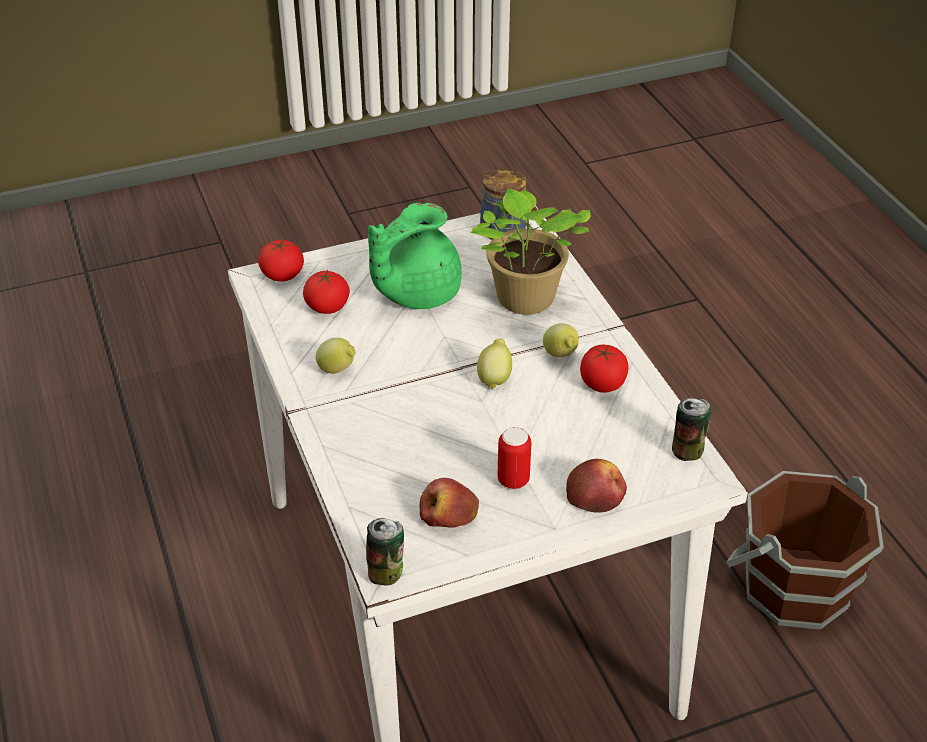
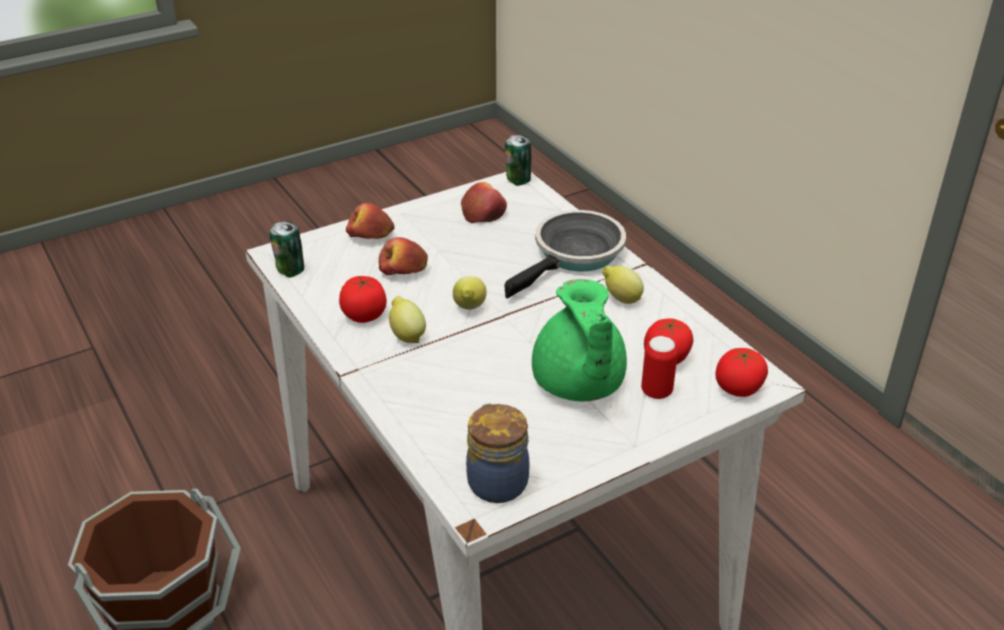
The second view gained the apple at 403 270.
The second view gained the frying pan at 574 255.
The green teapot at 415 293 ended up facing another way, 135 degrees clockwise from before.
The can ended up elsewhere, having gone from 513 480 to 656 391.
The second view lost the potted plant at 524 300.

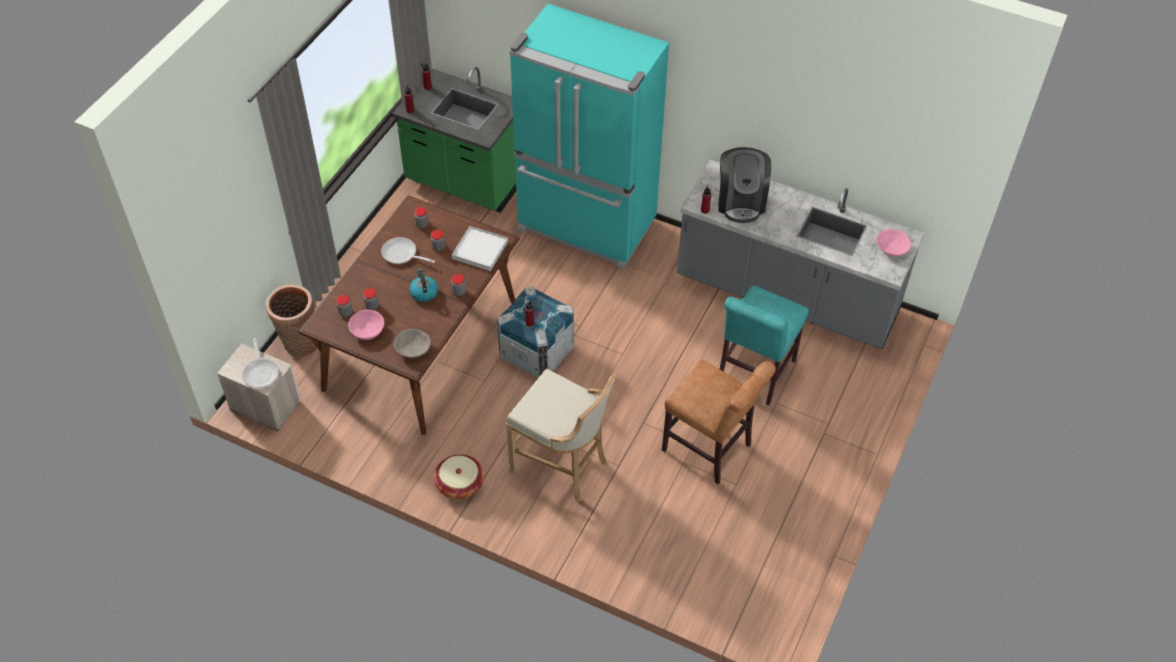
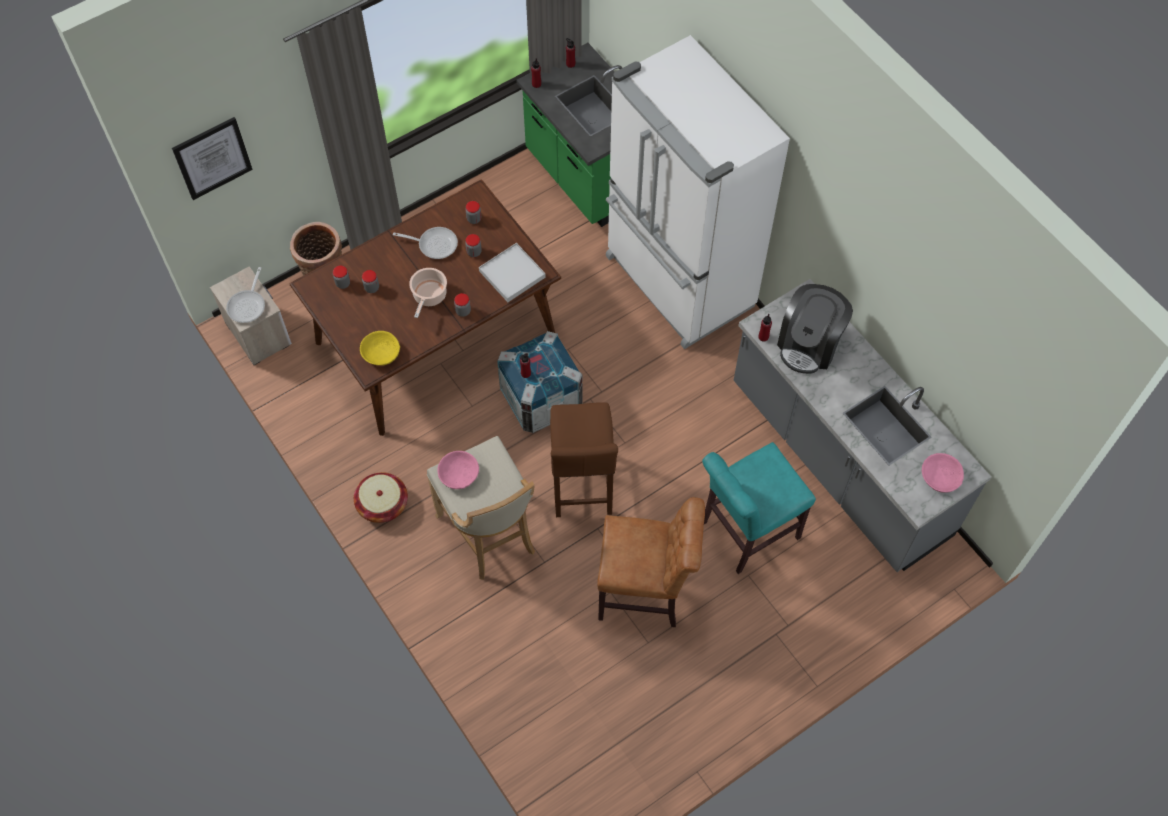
The second view gained the picture at 212 158.
What was the grey bowl at 413 349 turned into the yellow bowl at 381 353.
The frying pan at 402 254 ended up facing another way, 135 degrees clockwise from before.
Where the kettle stood at 424 292, the cooking pot came to stand at 429 296.
The pink bowl ended up elsewhere, having gone from 367 330 to 459 474.
The second view gained the brown stool at 582 488.
The brown chair at 710 450 ended up facing another way, 60 degrees counterclockwise from before.
What was the turquoise fridge at 586 227 turned into the white fridge at 678 283.

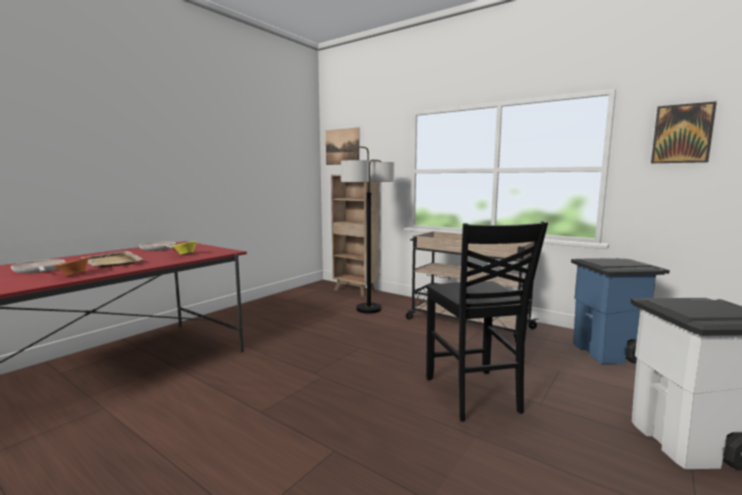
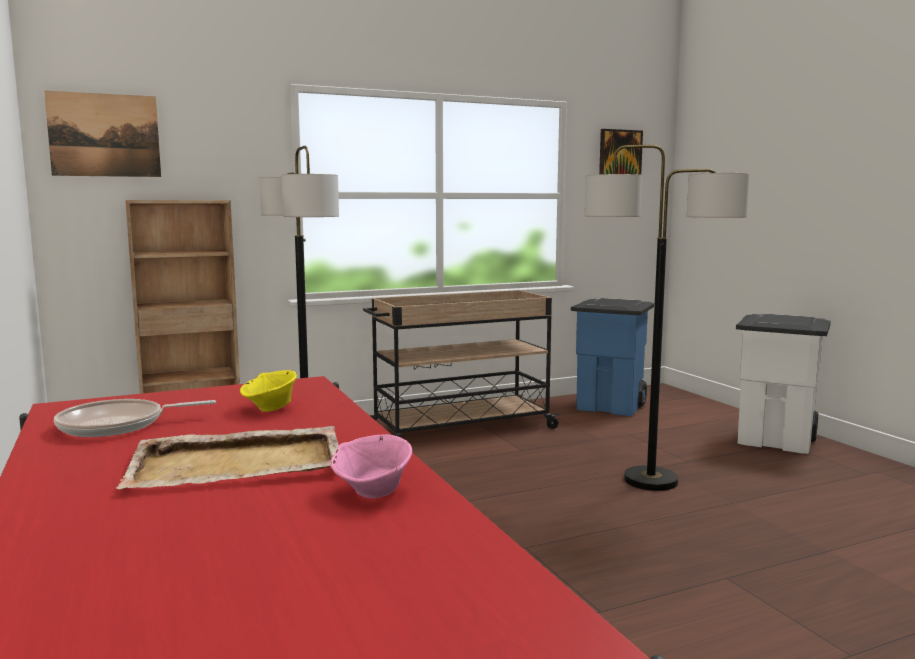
What was the orange bowl at 73 275 turned into the pink bowl at 373 493.
Where the black chair stood at 473 395, the floor lamp came to stand at 651 480.
The second view lost the frying pan at 39 270.

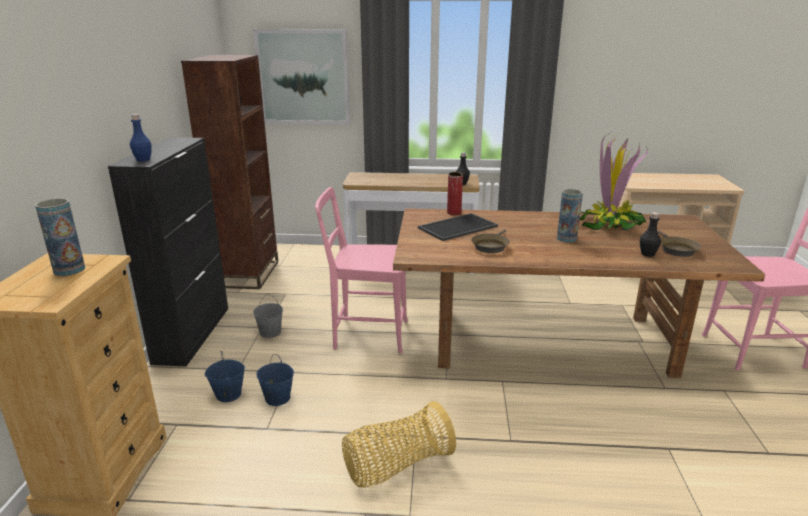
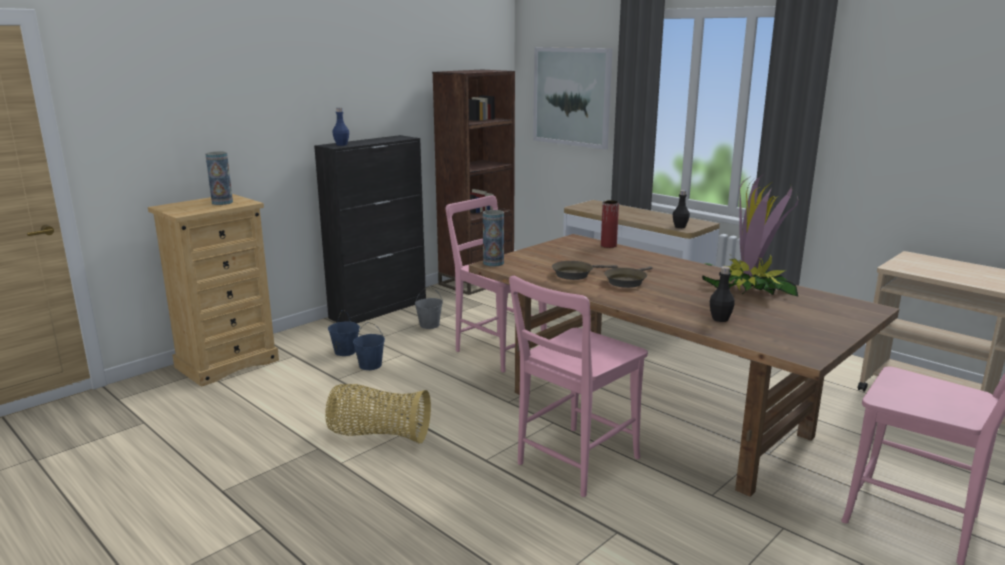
The vase ended up elsewhere, having gone from 566 238 to 493 263.
The second view gained the pink chair at 573 463.
The brown frying pan ended up elsewhere, having gone from 676 249 to 627 281.
The second view lost the tray at 458 228.

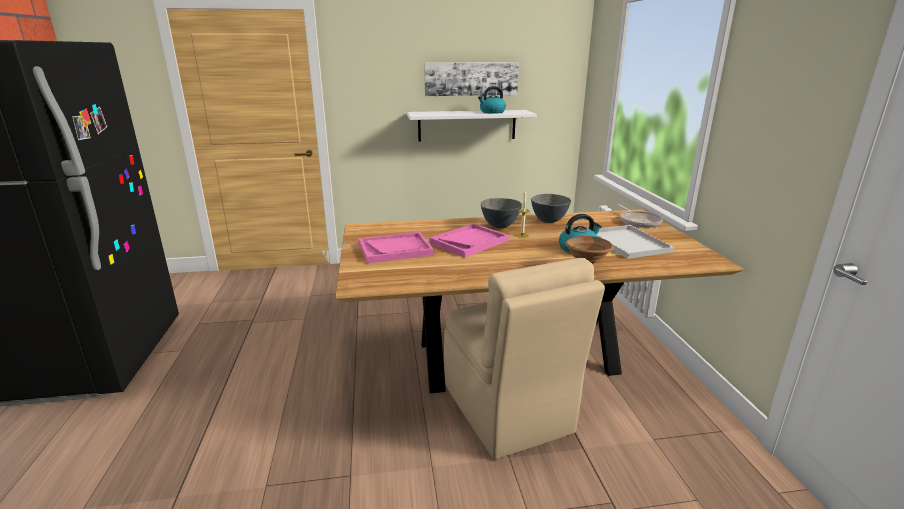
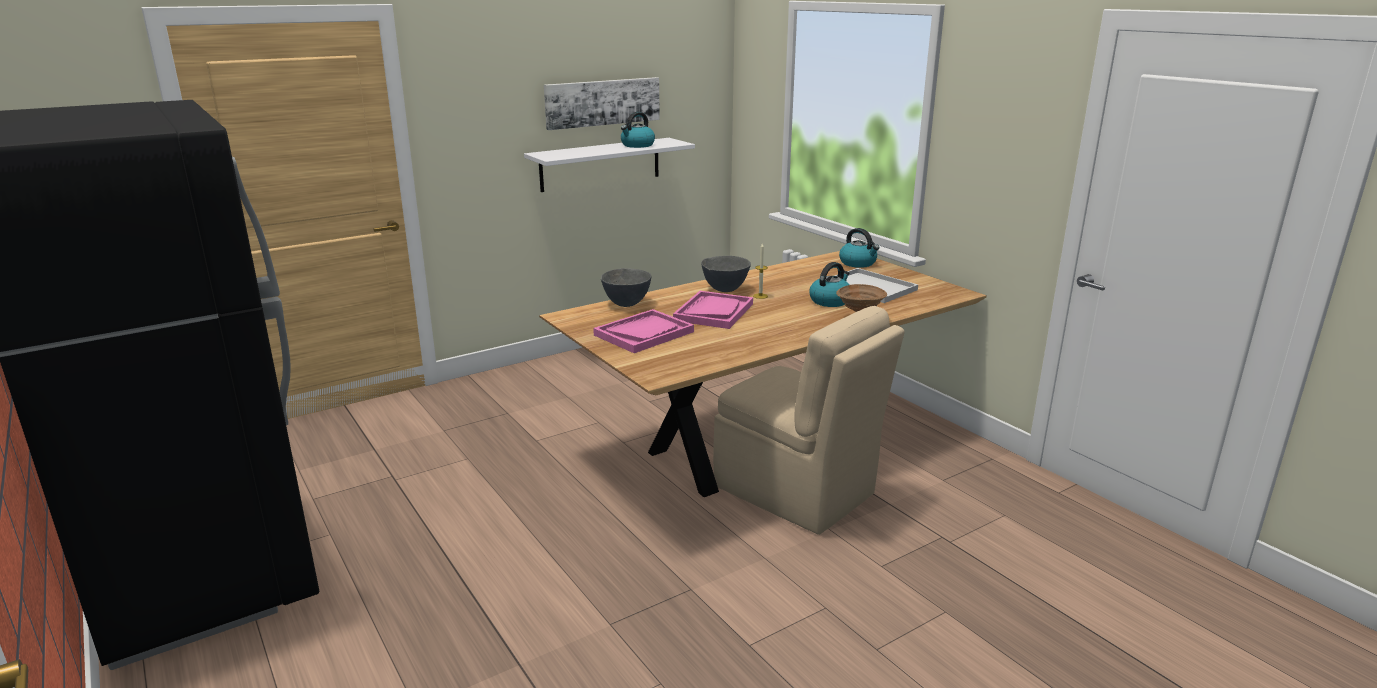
The grey bowl ended up elsewhere, having gone from 548 221 to 626 304.
Where the frying pan stood at 638 221, the kettle came to stand at 858 263.

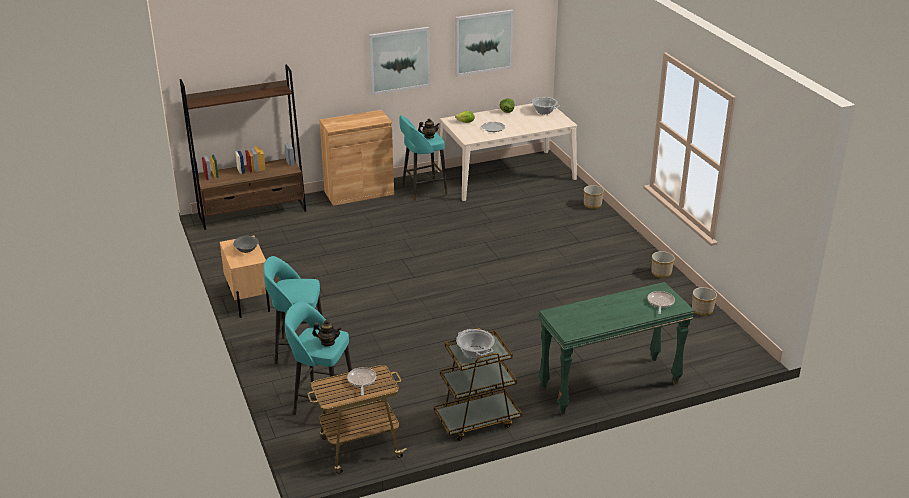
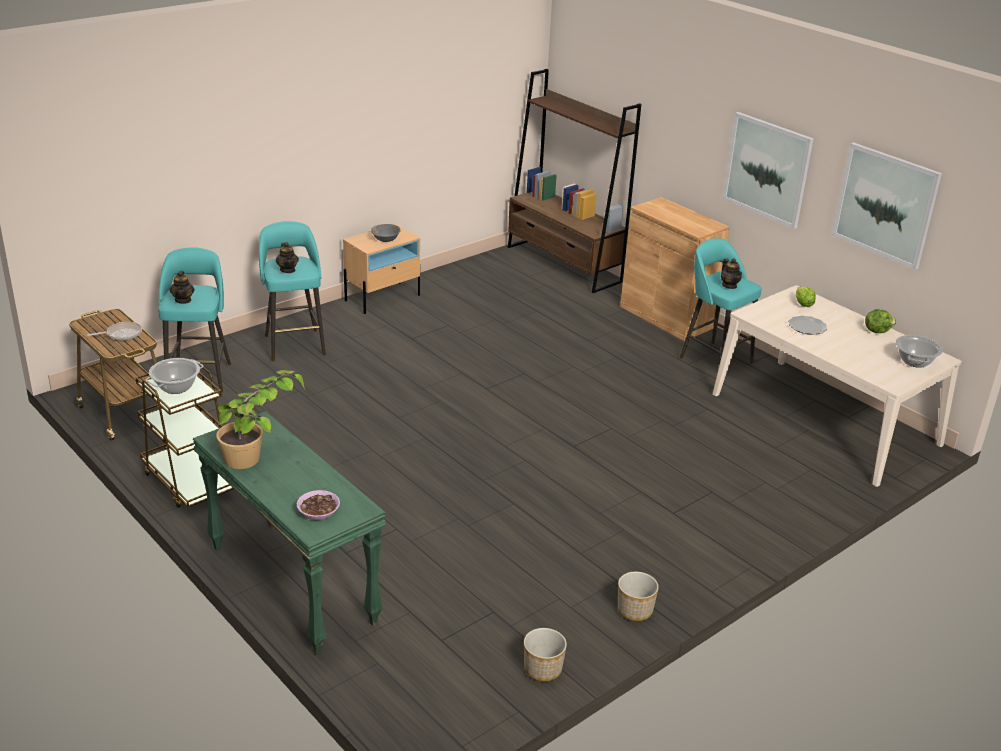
The second view gained the potted plant at 260 455.
The second view gained the teapot at 288 270.
Where the frying pan stood at 660 303, the bowl came to stand at 318 511.
The second view lost the planter at 592 205.

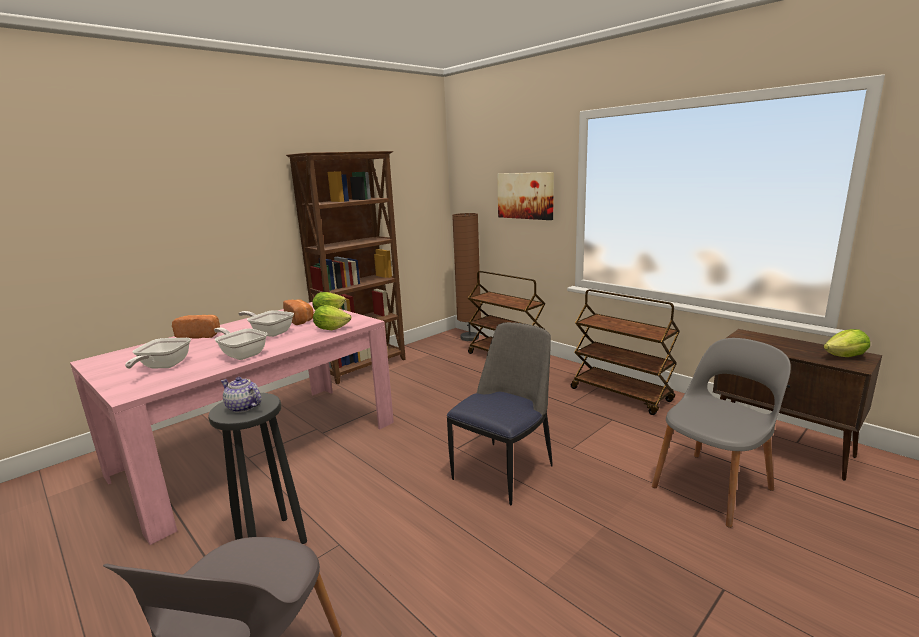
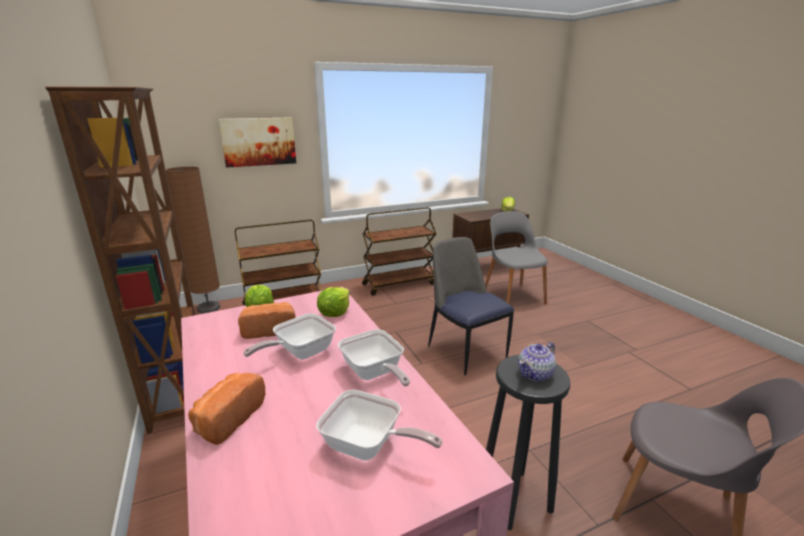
The frying pan at 242 354 ended up facing another way, 90 degrees counterclockwise from before.

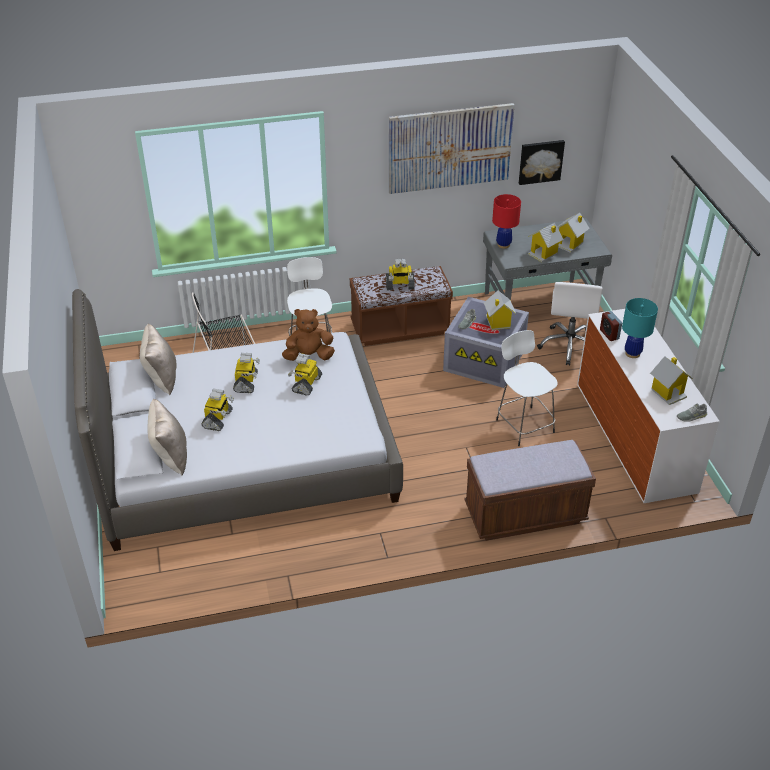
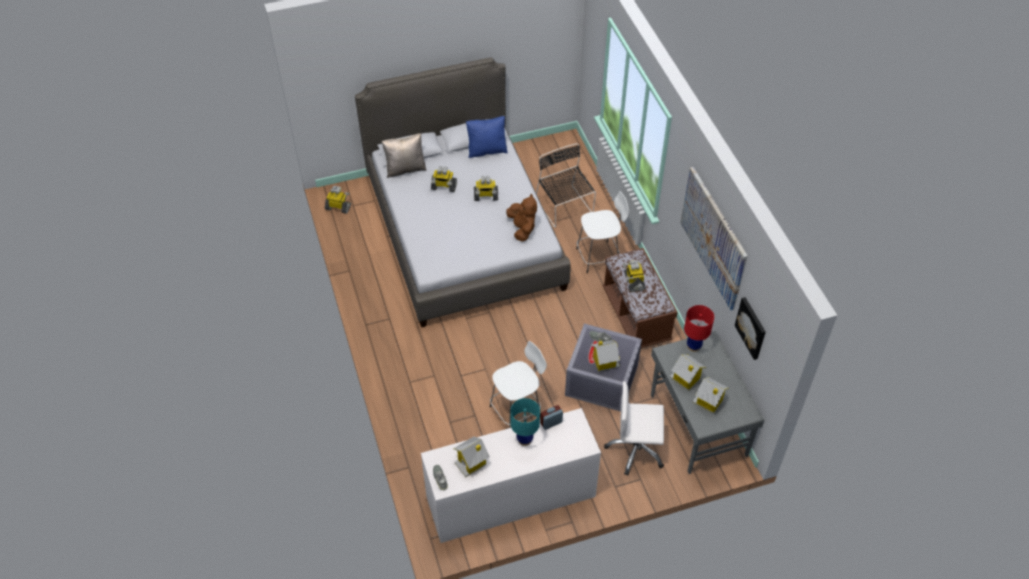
The toy robot ended up elsewhere, having gone from 306 384 to 338 207.
What was the beige pillow at 161 378 turned into the blue pillow at 487 150.
The second view lost the brown bench at 525 515.

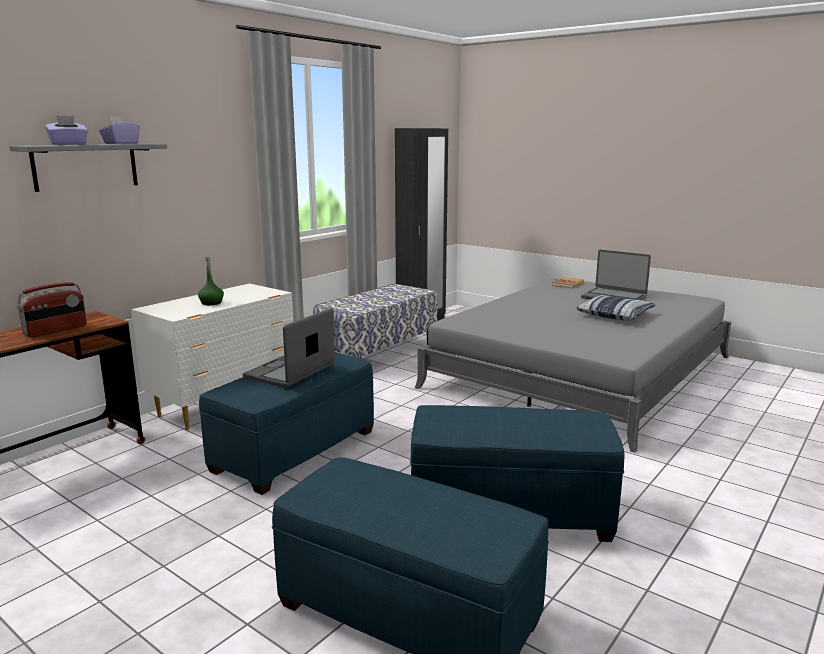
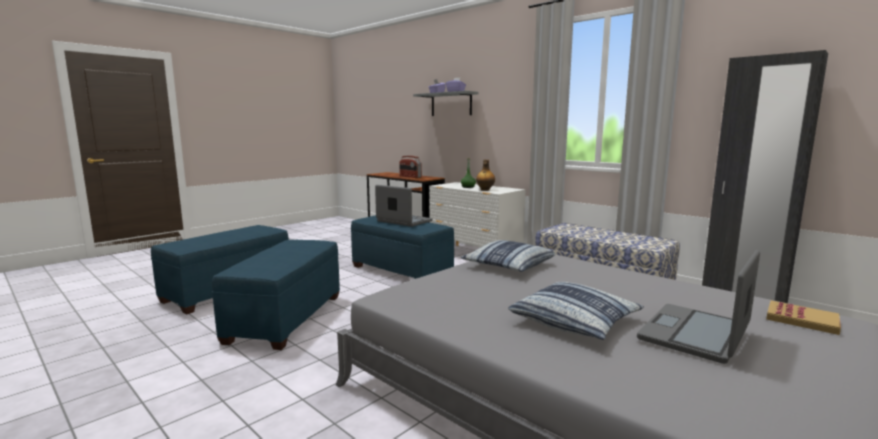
The second view gained the pillow at 508 266.
The second view gained the bottle at 485 190.

